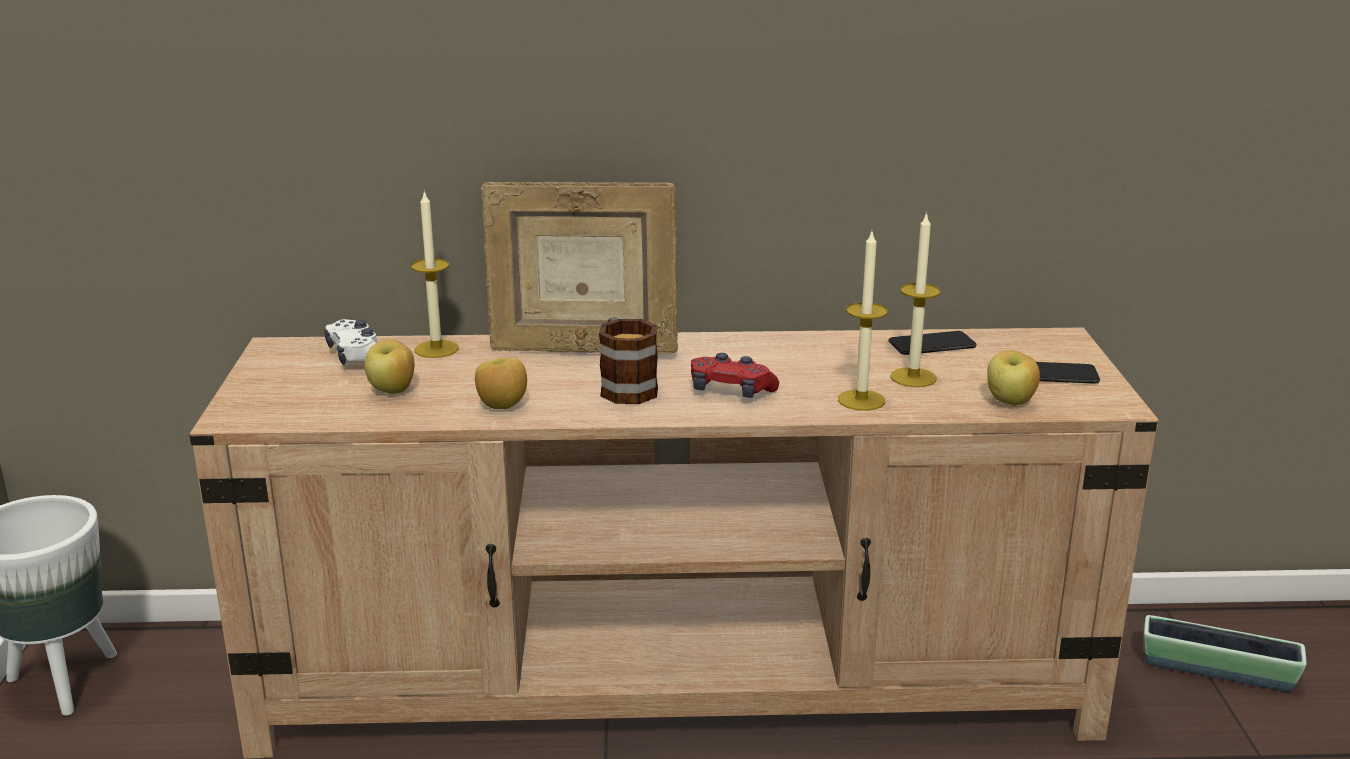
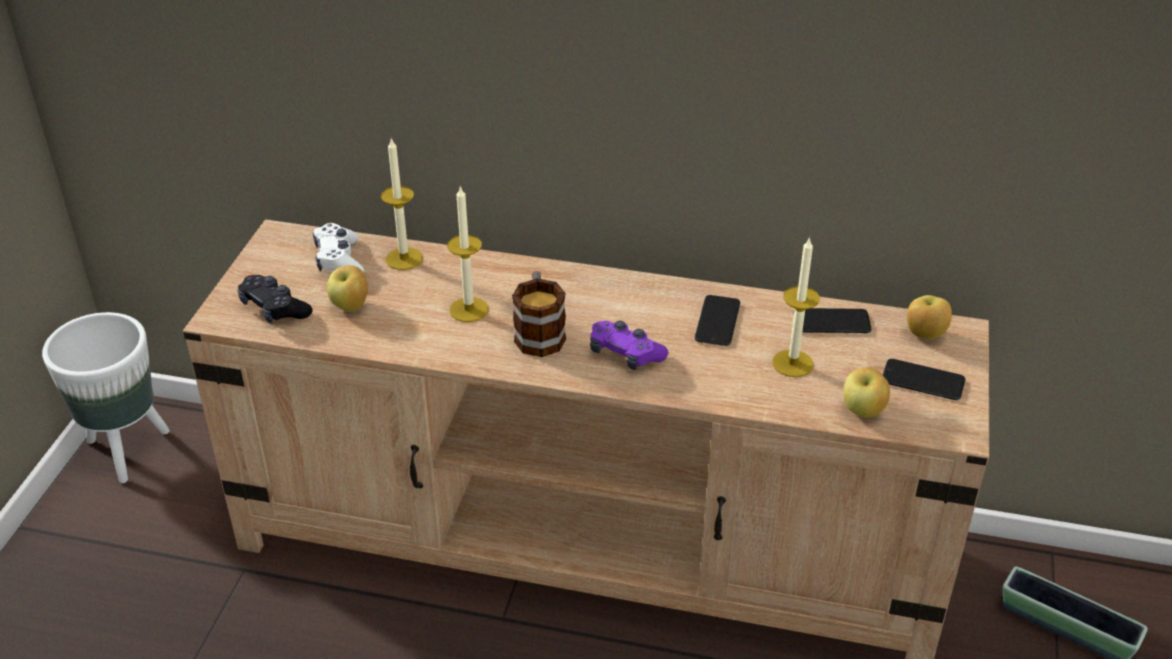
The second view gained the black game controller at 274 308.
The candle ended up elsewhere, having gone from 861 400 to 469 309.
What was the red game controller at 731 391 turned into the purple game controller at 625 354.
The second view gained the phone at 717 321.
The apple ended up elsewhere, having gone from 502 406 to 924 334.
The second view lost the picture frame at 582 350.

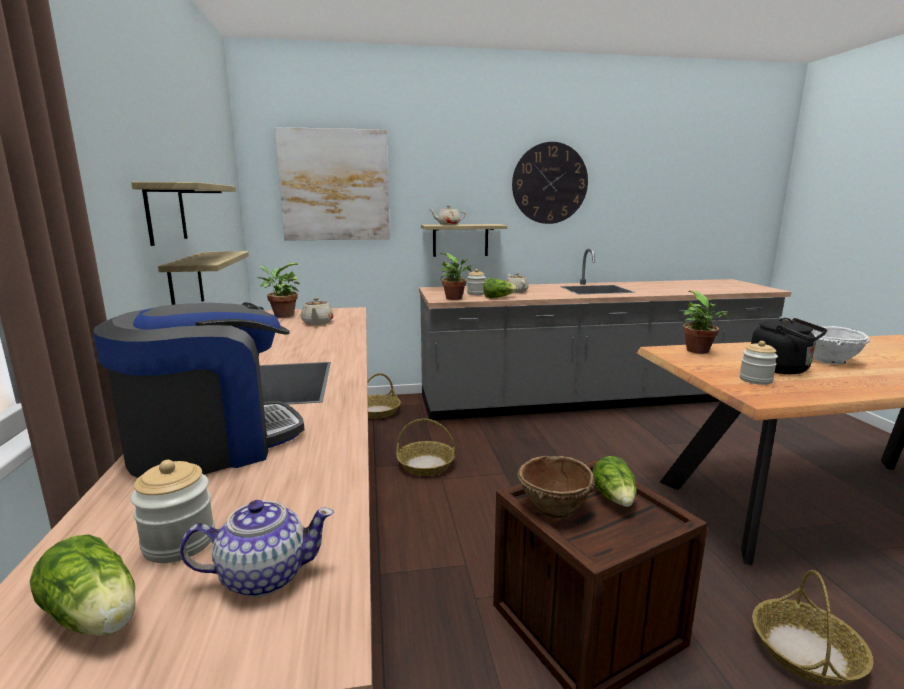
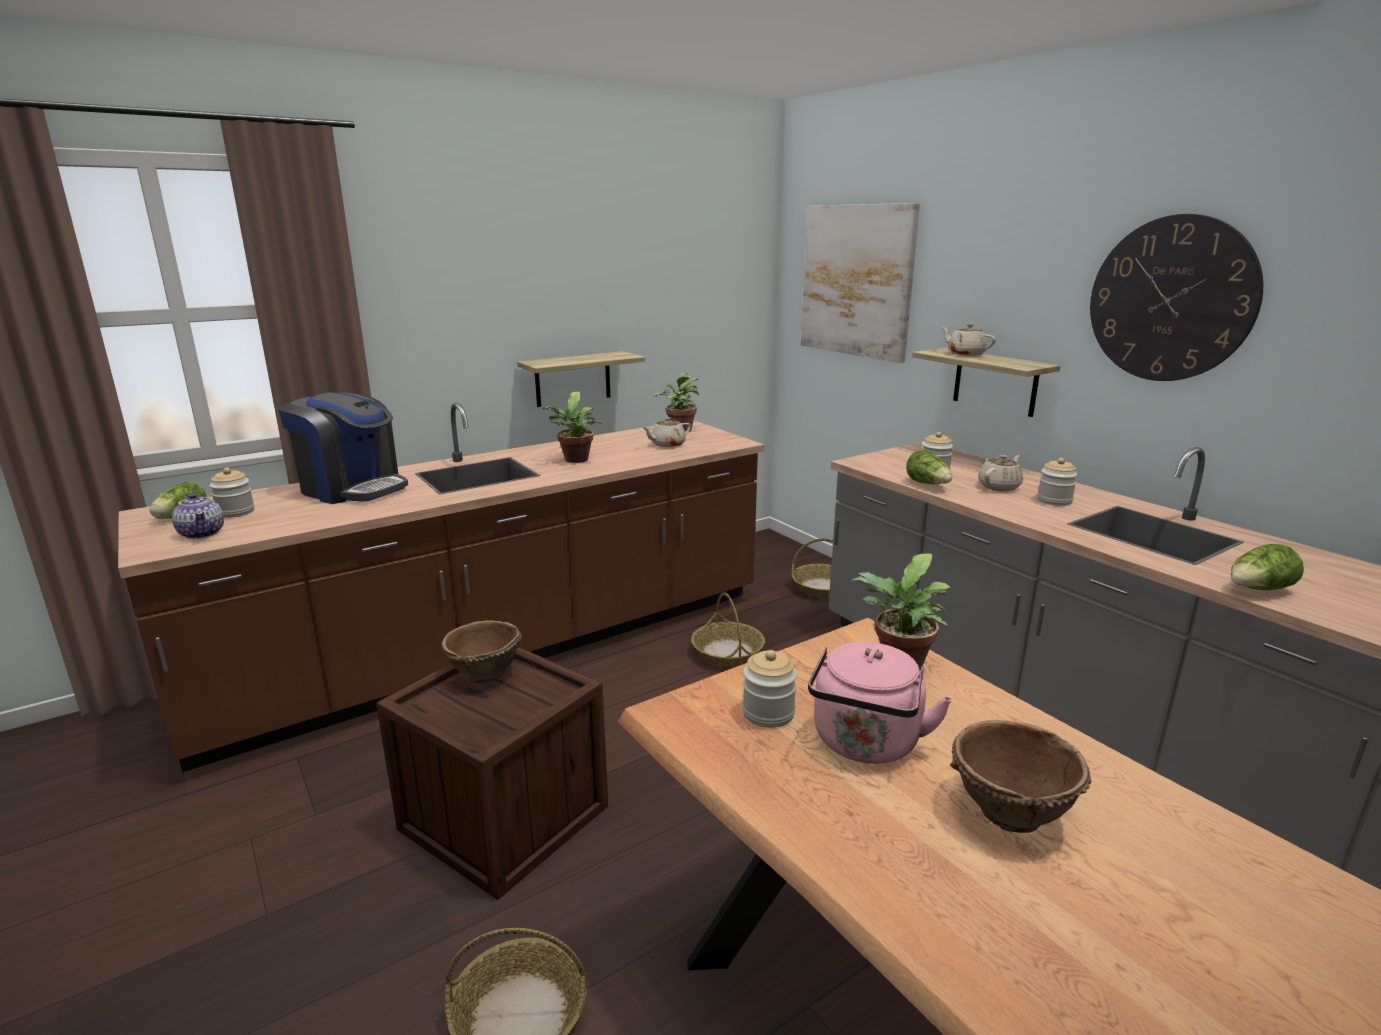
The potted plant ended up elsewhere, having gone from 455 298 to 575 460.
What was the black kettle at 782 369 turned into the pink kettle at 865 745.
What was the white bowl at 830 361 turned into the brown bowl at 1009 813.
The second view gained the jar at 1054 501.
The lettuce ended up elsewhere, having gone from 615 498 to 1258 590.
The second view lost the shelf at 165 213.

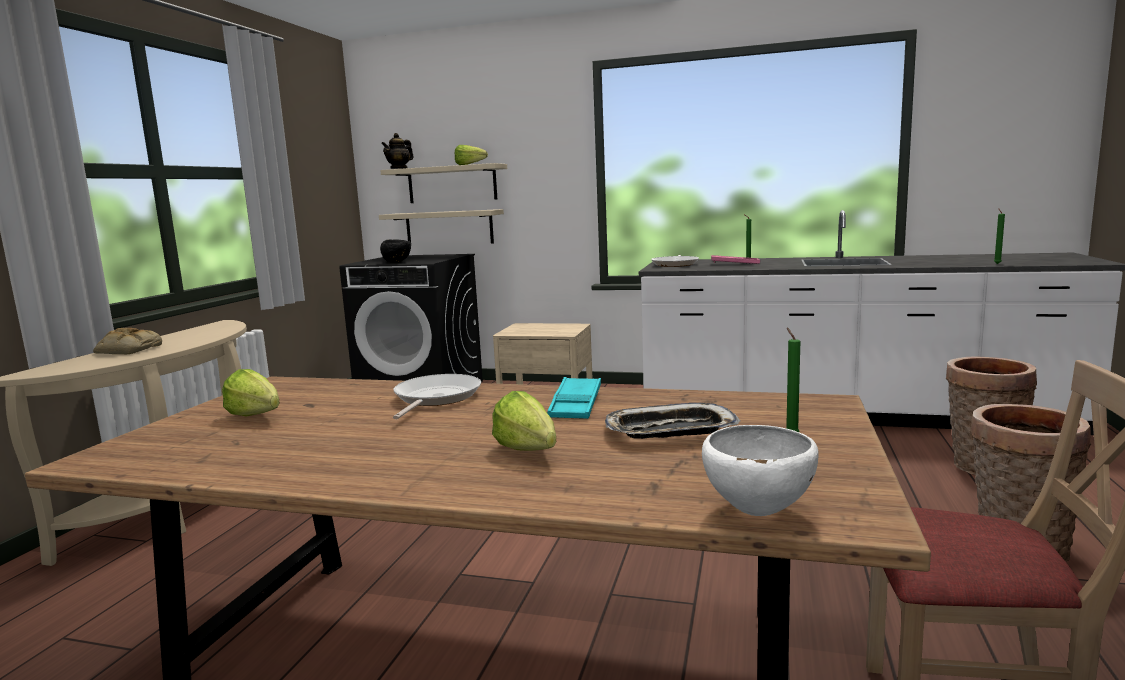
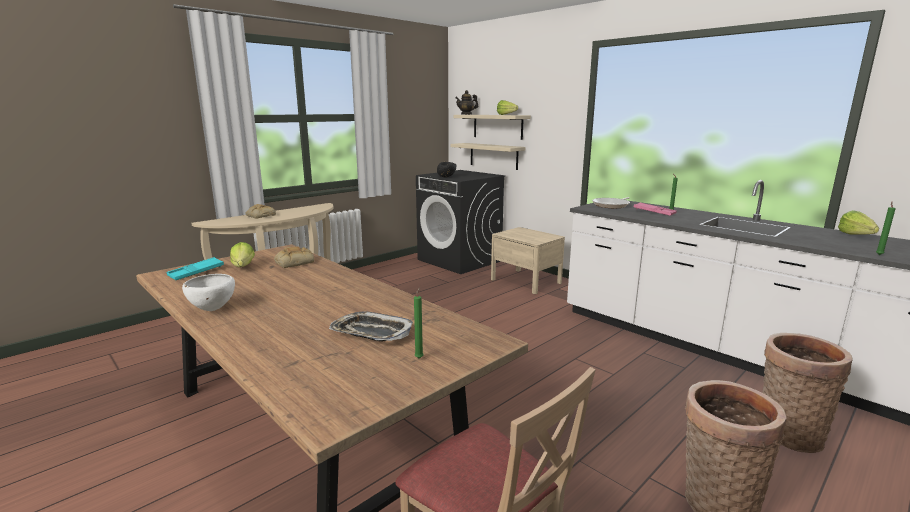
The turquoise tray ended up elsewhere, having gone from 576 405 to 196 272.
The white bowl ended up elsewhere, having gone from 757 513 to 212 310.
The second view gained the bread at 295 262.
The lettuce ended up elsewhere, having gone from 530 453 to 857 236.
The second view lost the frying pan at 435 398.

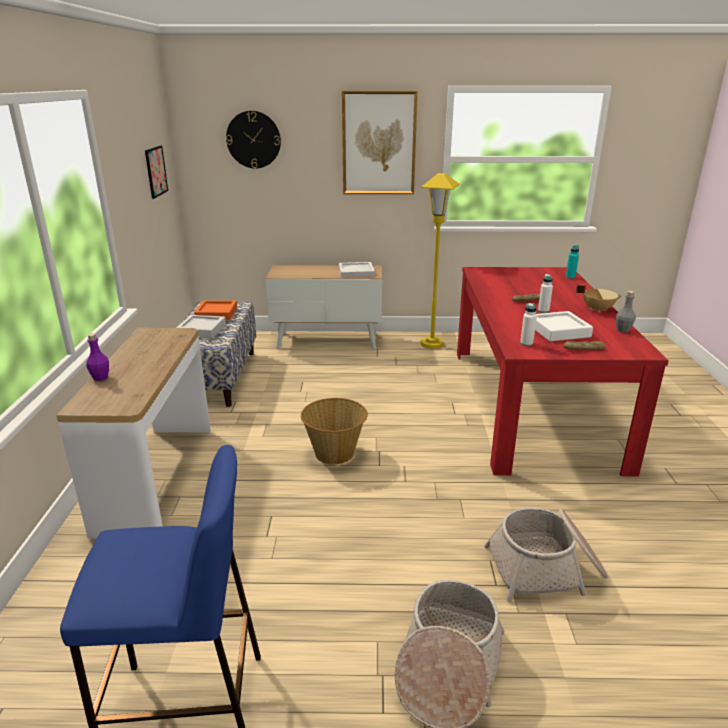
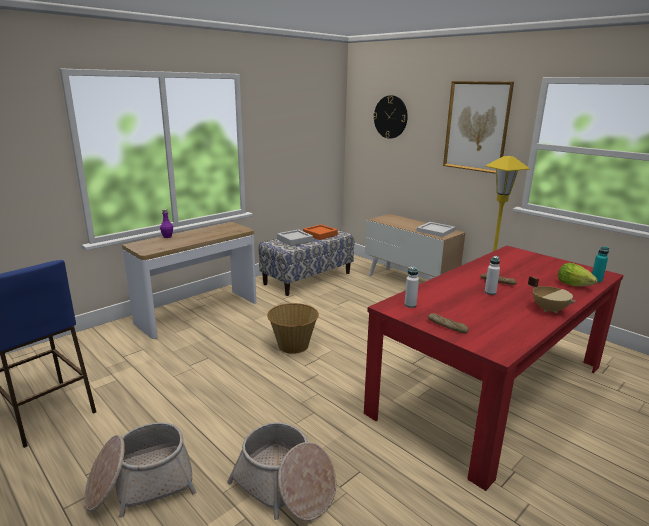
The second view gained the lettuce at 573 285.
The second view lost the picture at 156 171.
The second view lost the white tray at 558 331.
The second view lost the grey bottle at 623 330.

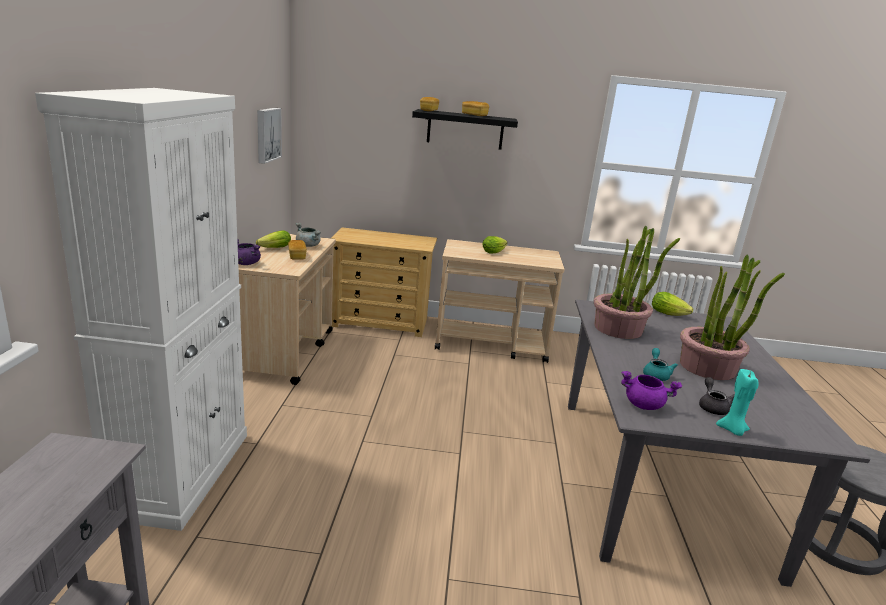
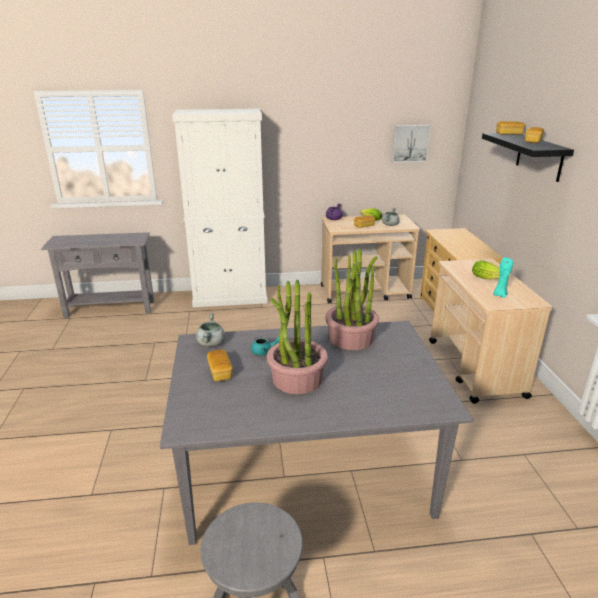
What was the purple cooking pot at 644 405 turned into the grey cooking pot at 211 343.
Where the grey teapot stood at 712 407, the bread came to stand at 220 372.
The turquoise candle ended up elsewhere, having gone from 732 430 to 499 295.
The second view lost the lettuce at 670 314.

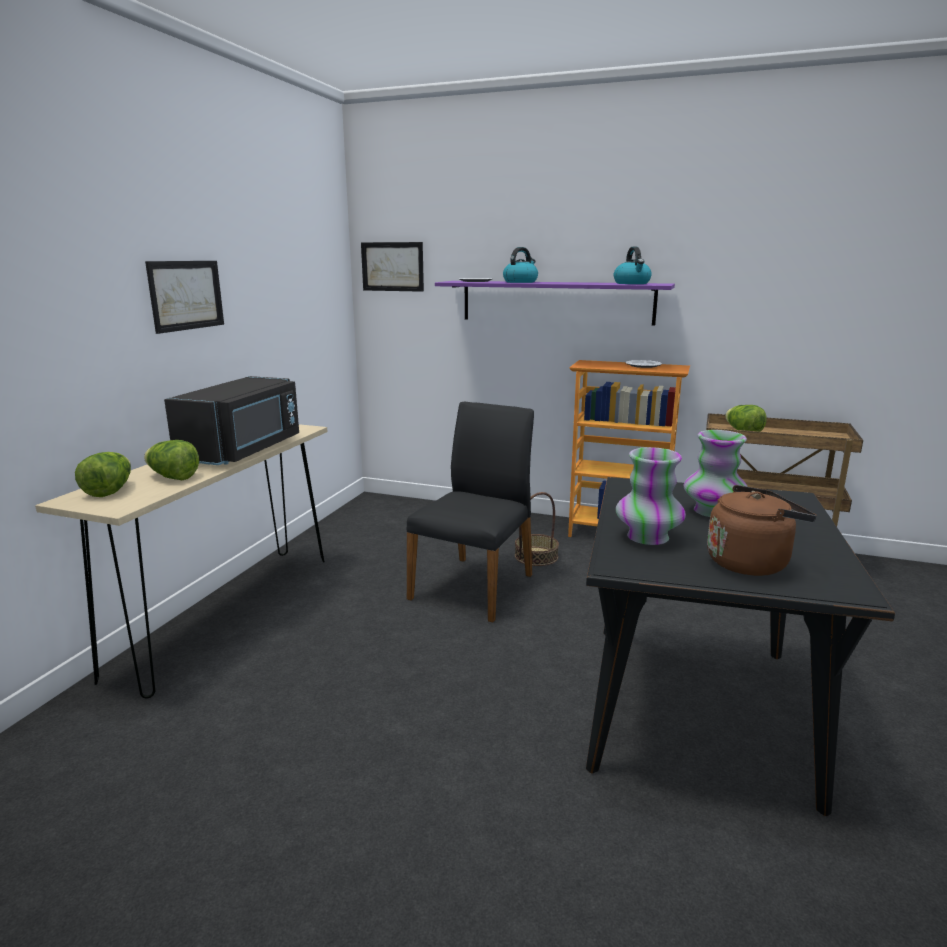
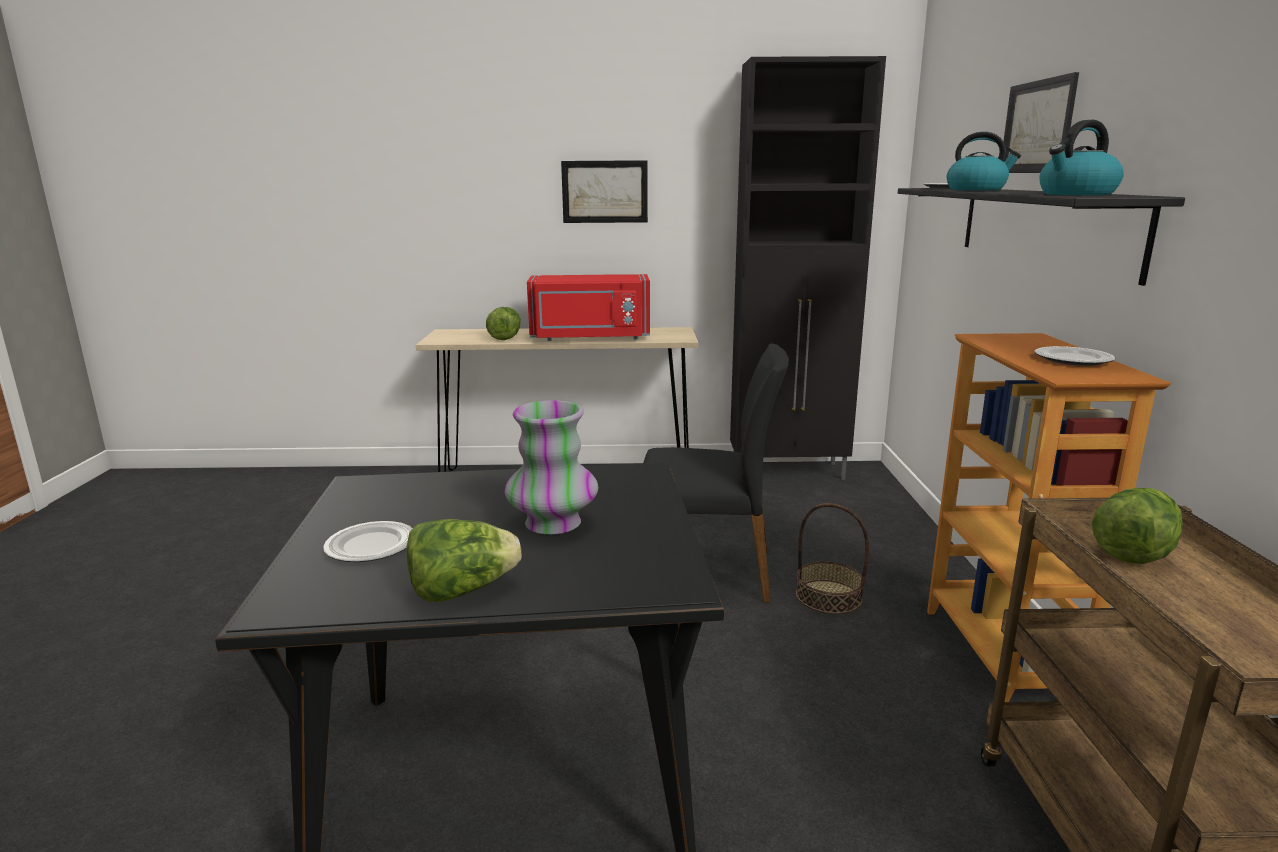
Where the brown kettle stood at 750 562, the plate came to stand at 370 547.
The lettuce ended up elsewhere, having gone from 110 491 to 462 590.
What was the black microwave at 244 450 turned into the red microwave at 590 337.
The second view gained the black cabinet at 789 472.
What was the purple shelf at 556 302 turned into the black shelf at 1042 227.
The picture ended up elsewhere, having gone from 392 266 to 1037 127.
The second view lost the vase at 648 537.

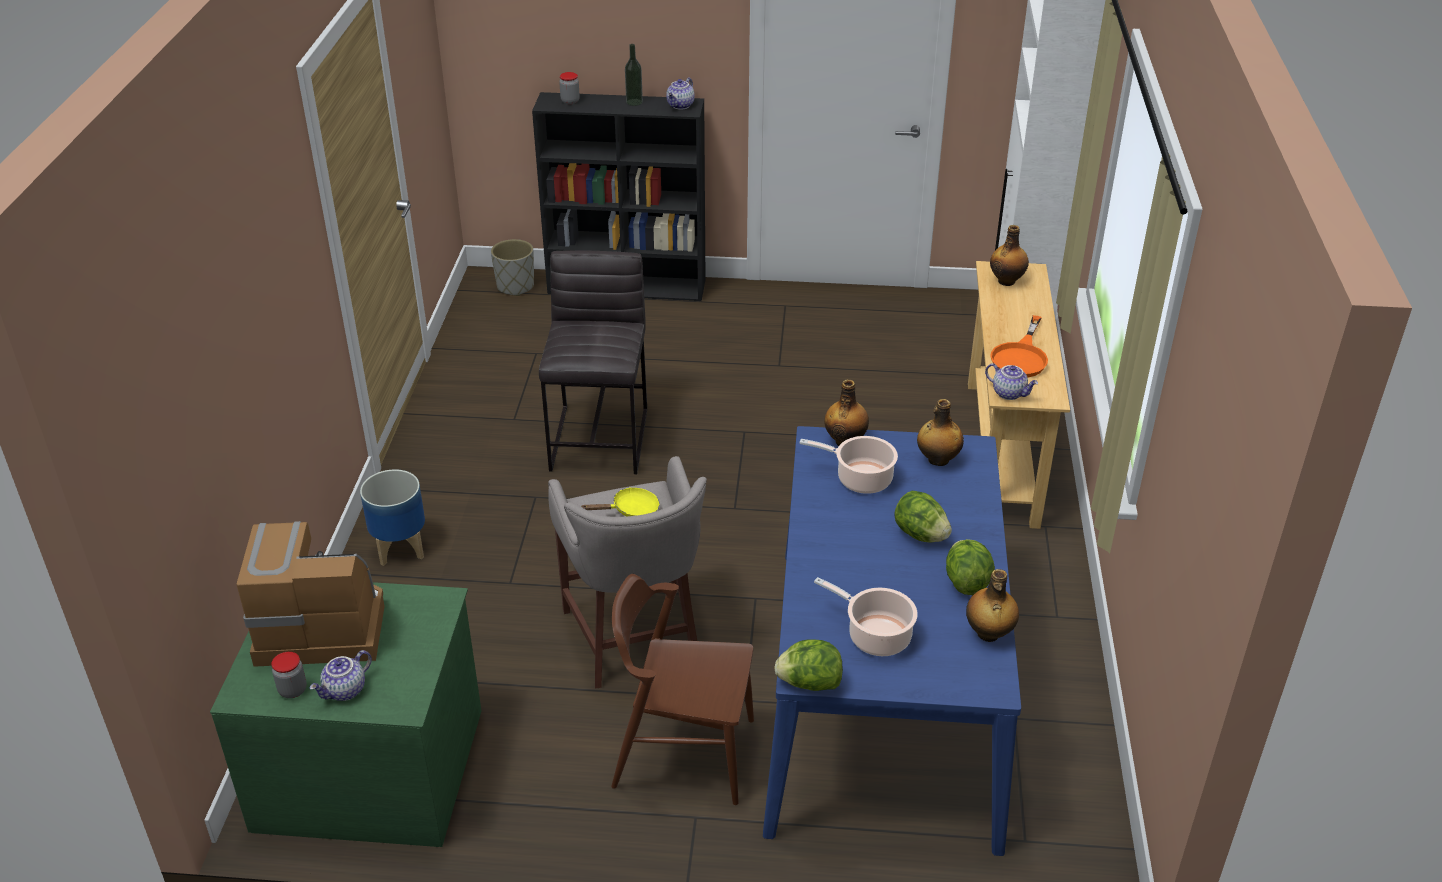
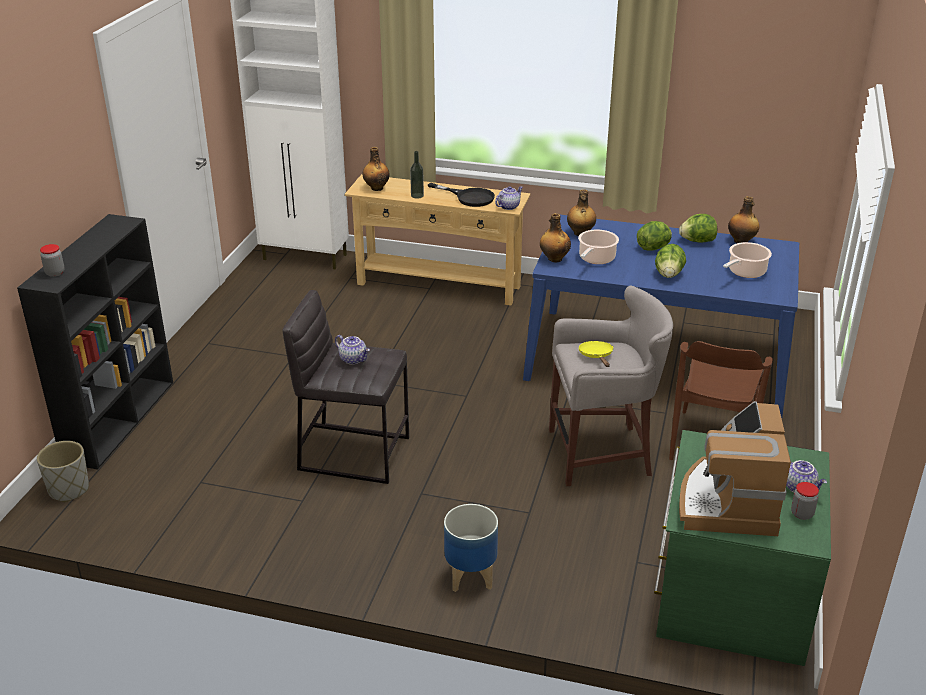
The teapot ended up elsewhere, having gone from 681 106 to 353 359.
The bottle ended up elsewhere, having gone from 634 102 to 417 195.
What was the orange frying pan at 1021 356 turned into the black frying pan at 469 197.
The lettuce ended up elsewhere, having gone from 809 683 to 669 274.

